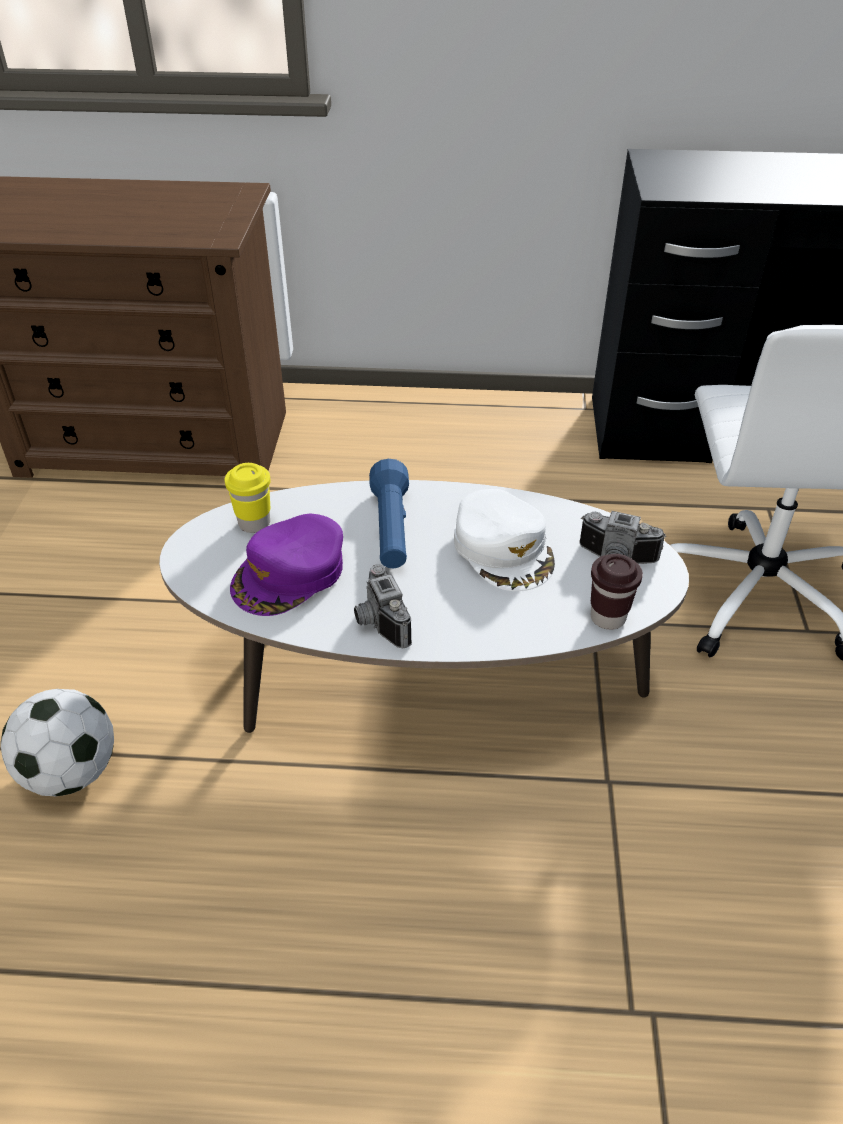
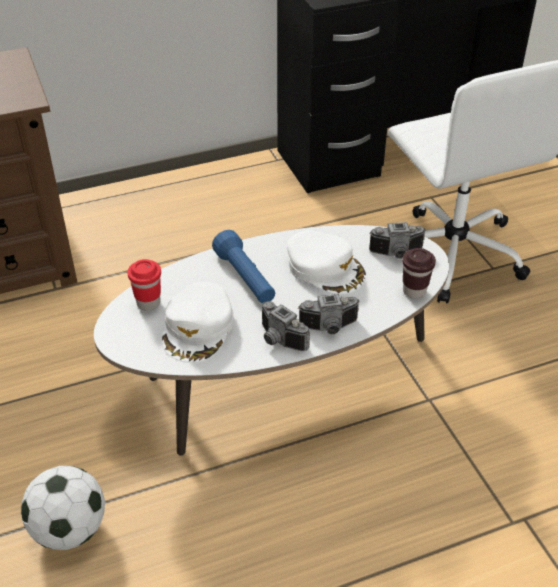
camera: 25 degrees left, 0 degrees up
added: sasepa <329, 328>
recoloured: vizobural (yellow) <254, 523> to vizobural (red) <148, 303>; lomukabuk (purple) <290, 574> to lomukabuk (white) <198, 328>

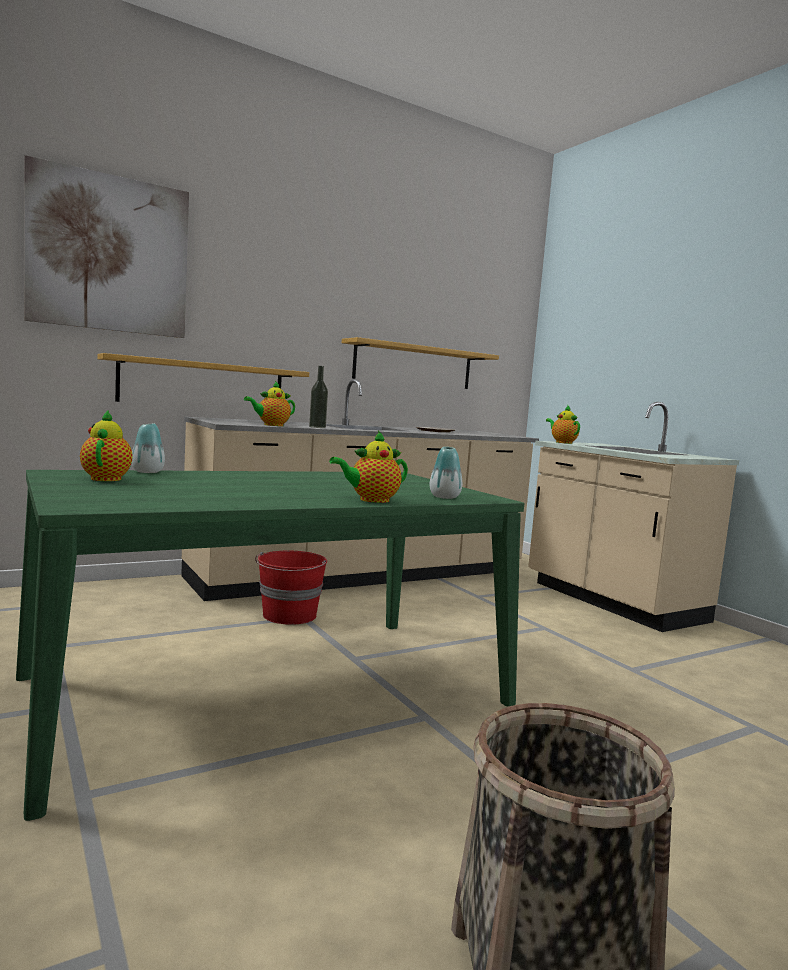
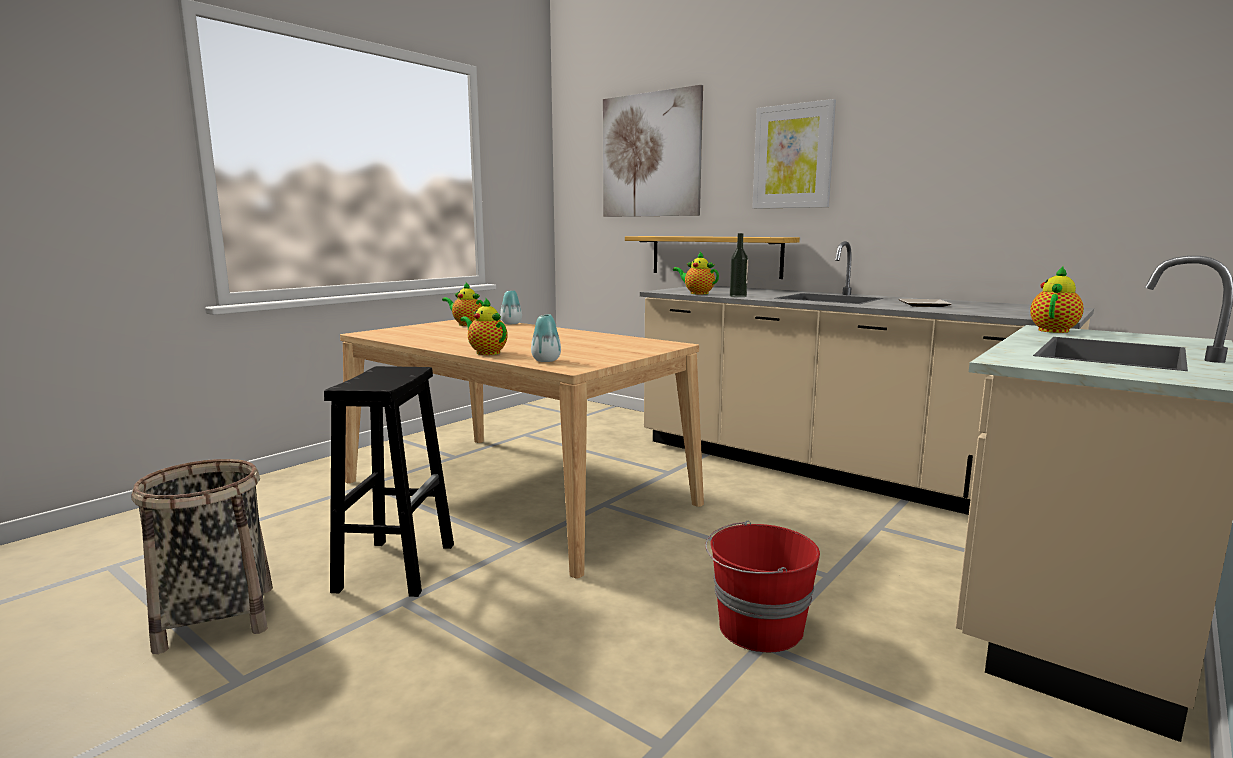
camera: 70 degrees right, 5 degrees up
removed: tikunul <414, 366>
added: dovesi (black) <396, 566>; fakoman <793, 156>
moved: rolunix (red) <289, 615> to <758, 628>
recoloured: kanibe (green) <270, 690> to kanibe (beige) <516, 492>
turned: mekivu <107, 478> = <466, 324> 120 degrees counterclockwise

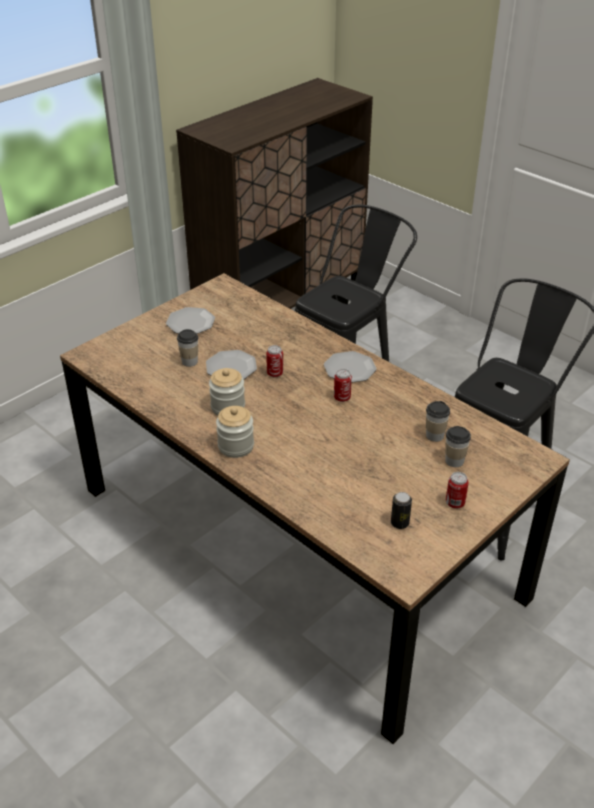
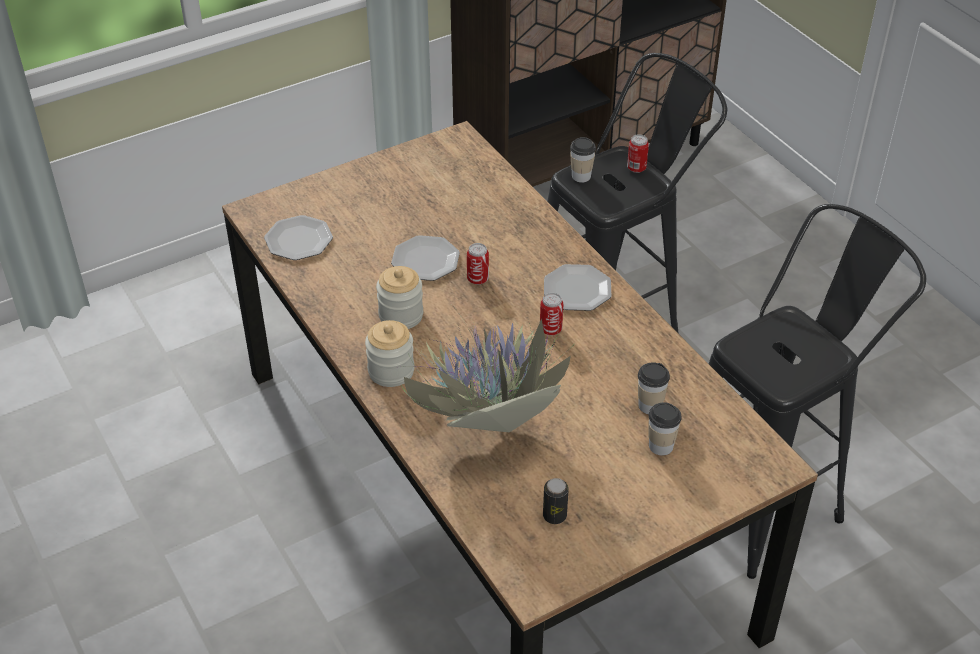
camera: 15 degrees right, 5 degrees up
added: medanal <488, 432>
moved: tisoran <191, 323> to <299, 240>; vizobural <189, 361> to <581, 176>; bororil <455, 503> to <636, 168>

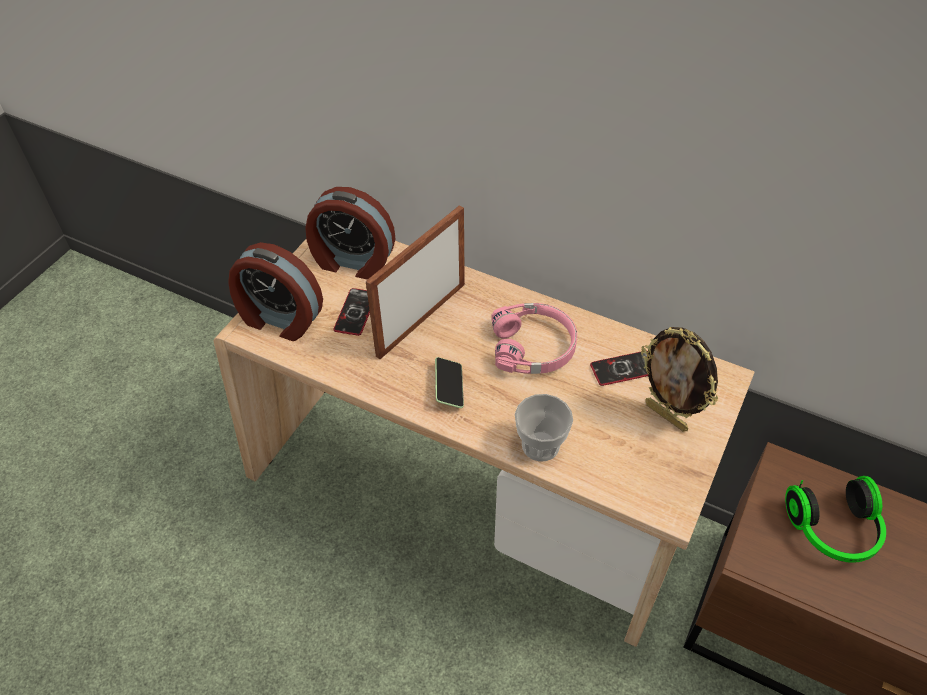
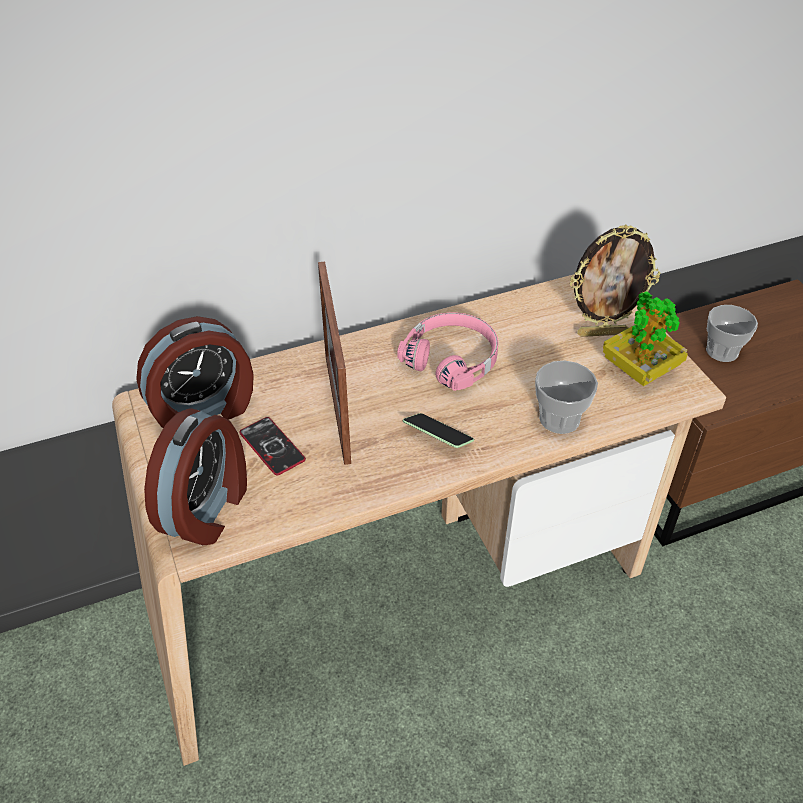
camera: 50 degrees left, 5 degrees down
removed: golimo <624, 369>
added: medanal <639, 370>
replaced: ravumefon <834, 531> to vizobural <722, 351>
turned: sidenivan <280, 319> = <208, 508> 45 degrees counterclockwise

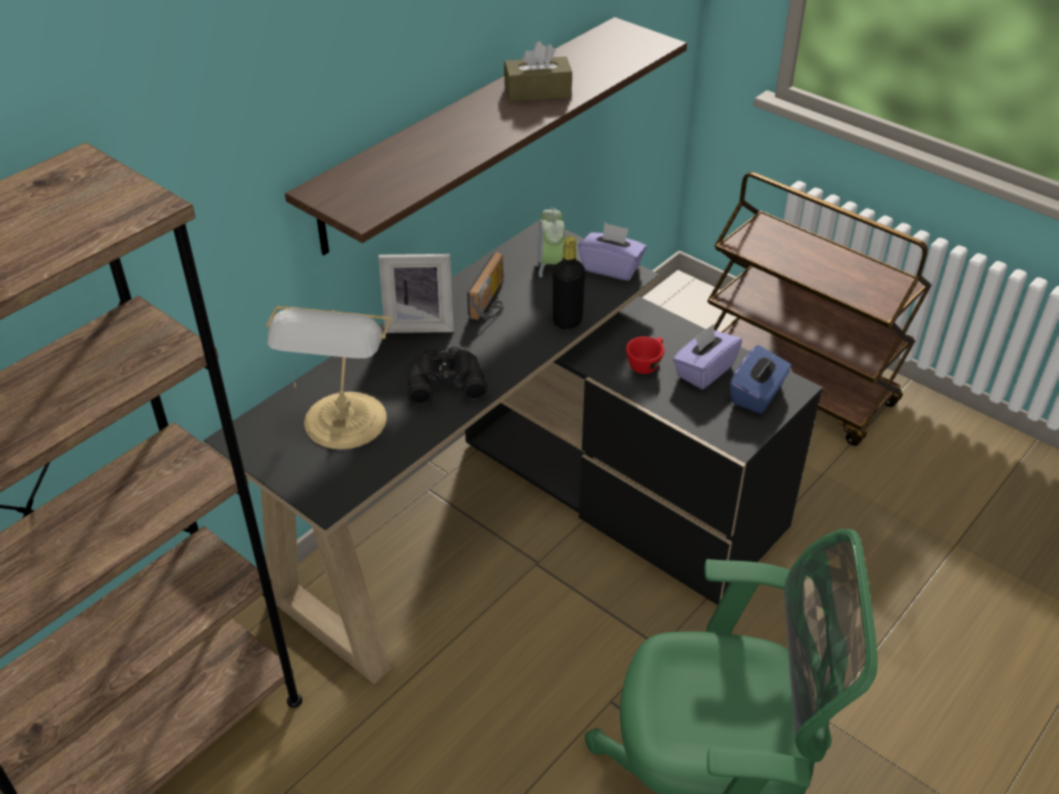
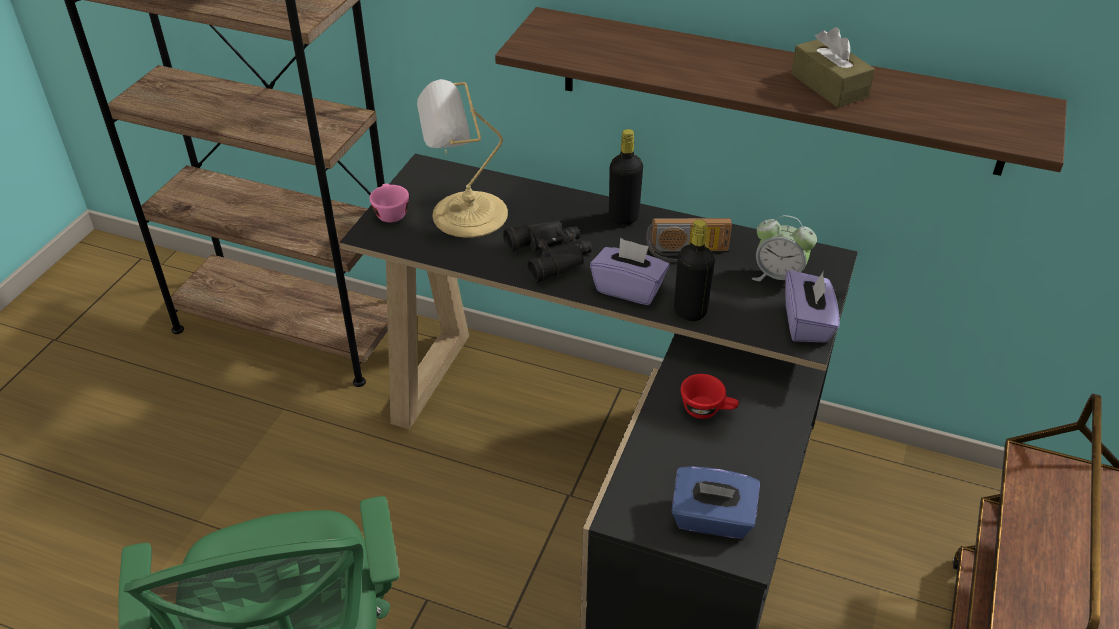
camera: 70 degrees right, 0 degrees up
added: vizobural (pink) <390, 212>
moved: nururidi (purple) <704, 371> to <629, 288>
replaced: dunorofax <420, 323> to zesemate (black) <623, 218>
turned: sidenivan <550, 264> = <778, 276> 135 degrees counterclockwise

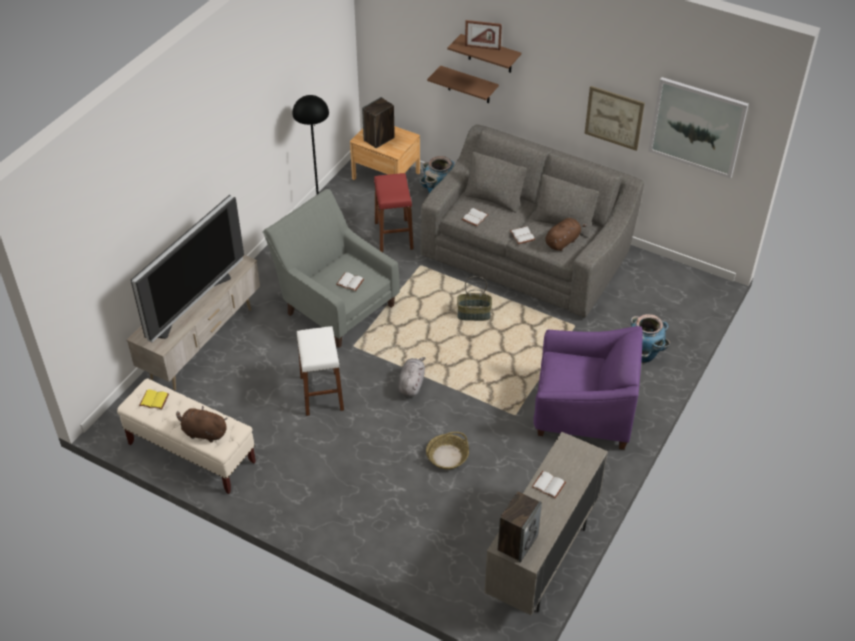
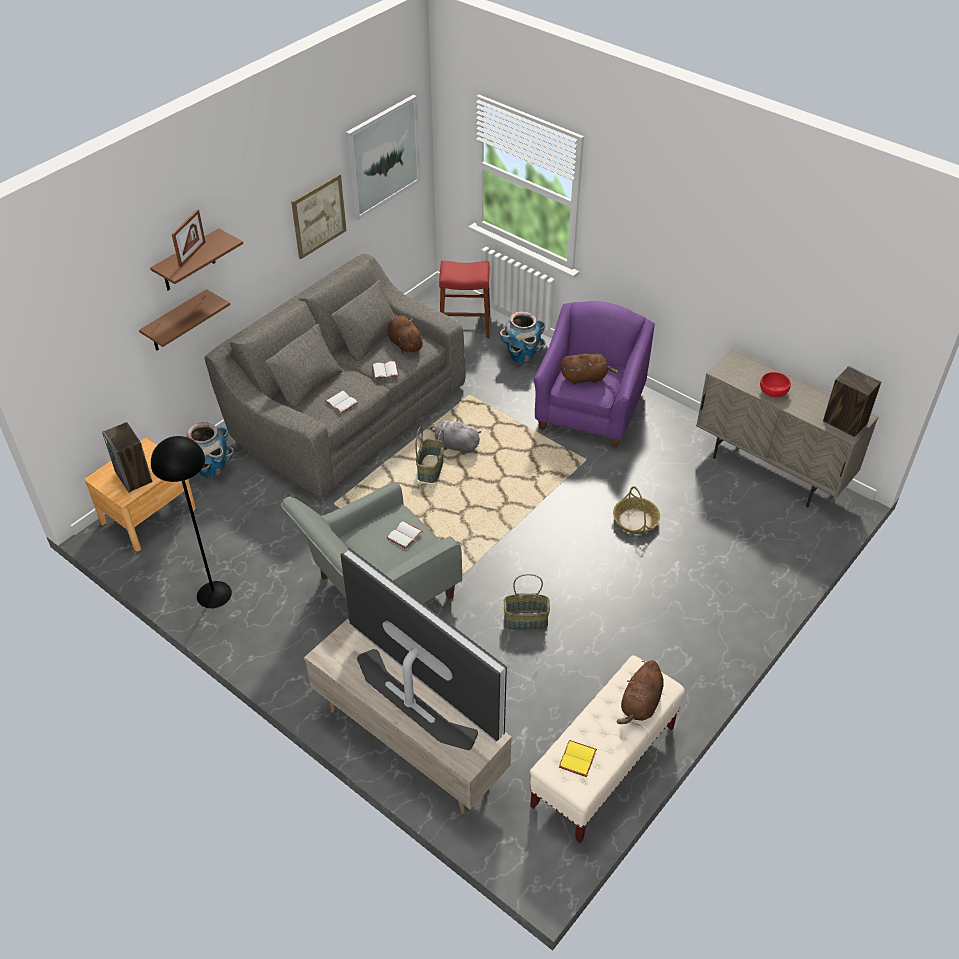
camera: 80 degrees left, 0 degrees up
added: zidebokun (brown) <585, 378>
moved: zidebokun (grey) <411, 384> to <455, 445>; dovesi (red) <393, 235> to <465, 326>
replaced: dovesi (white) <321, 393> to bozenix <525, 621>; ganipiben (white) <549, 484> to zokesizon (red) <773, 391>

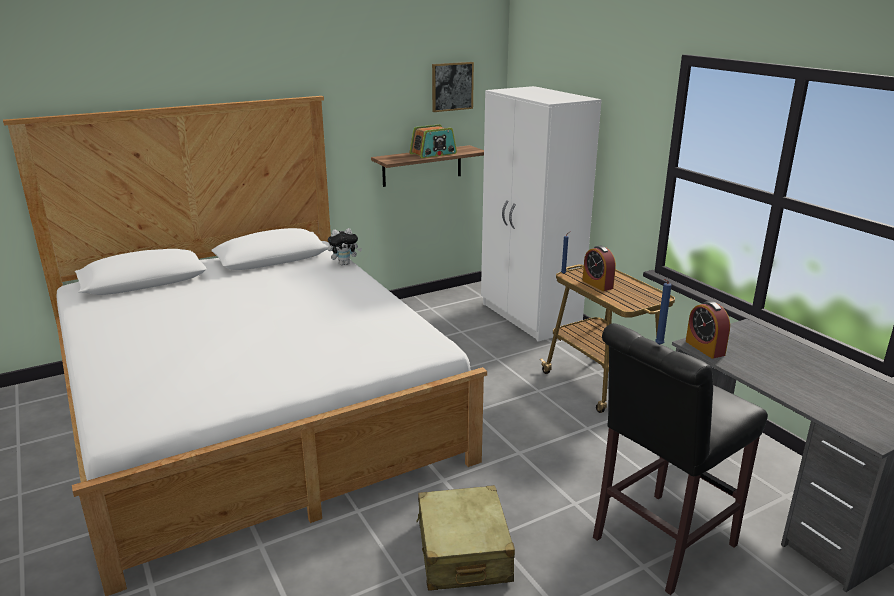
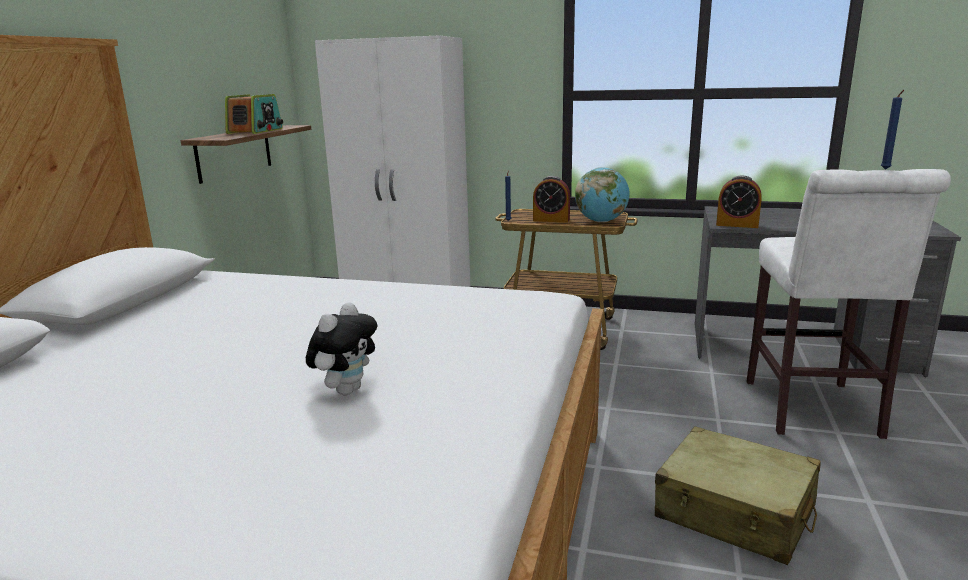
camera: 45 degrees left, 5 degrees down
removed: fakoman <452, 86>
added: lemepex <601, 221>
moved: zidebokun <344, 264> to <346, 390>
recoloured: dovesi (black) <658, 544> to dovesi (white) <813, 412>

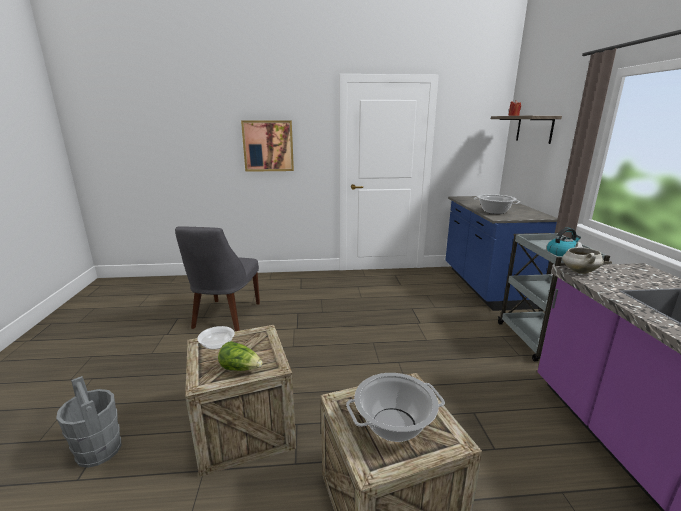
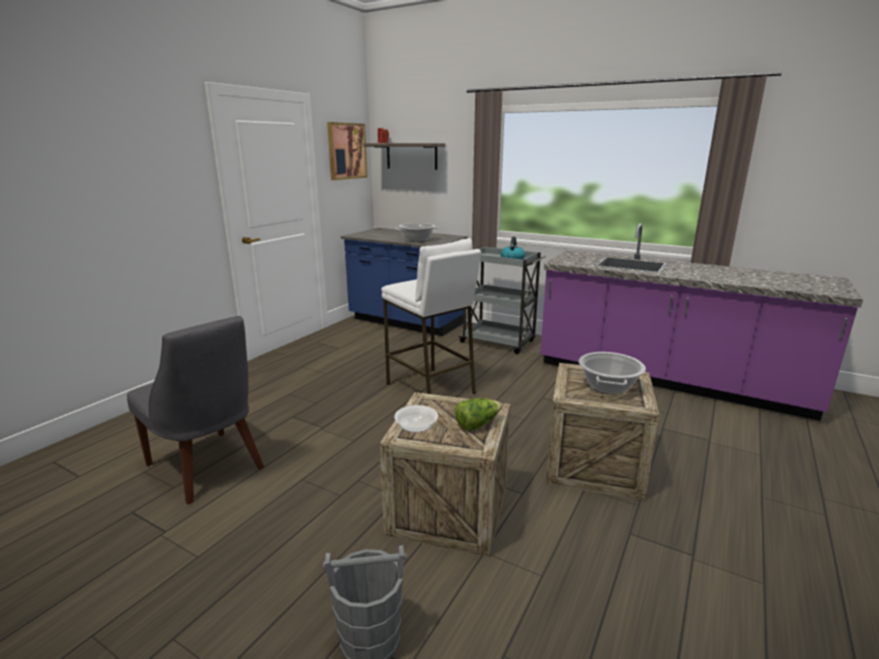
camera: 55 degrees left, 0 degrees up
removed: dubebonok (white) <578, 271>
added: dovesi (white) <430, 389>
moved: fakoman <268, 146> to <346, 151>

